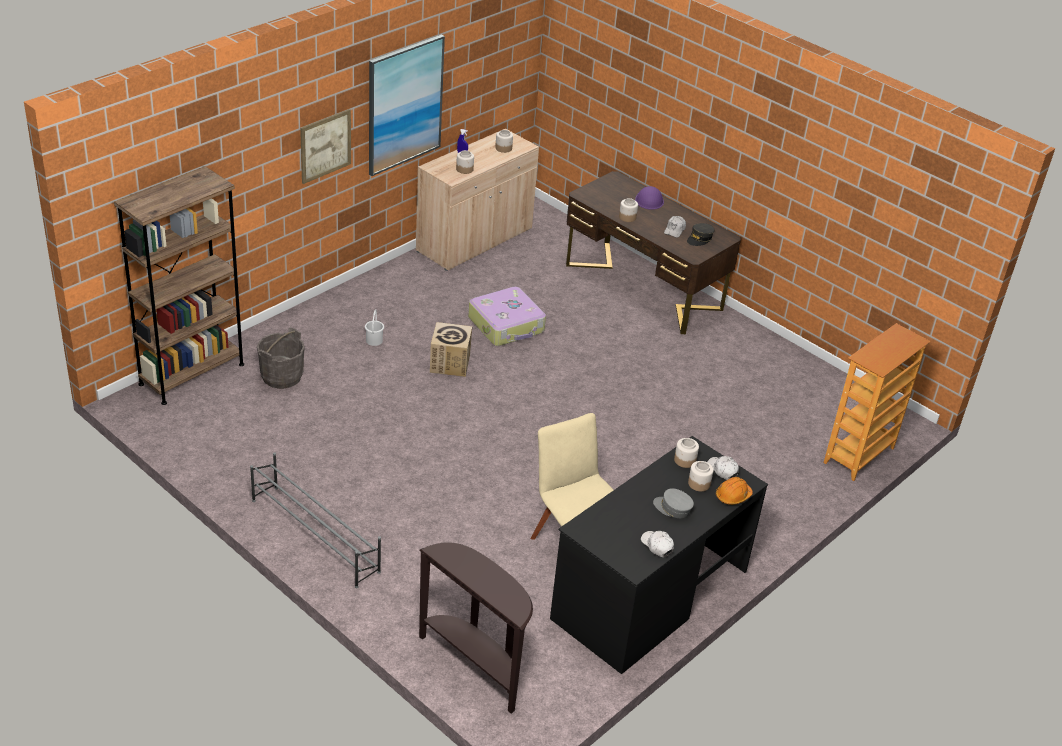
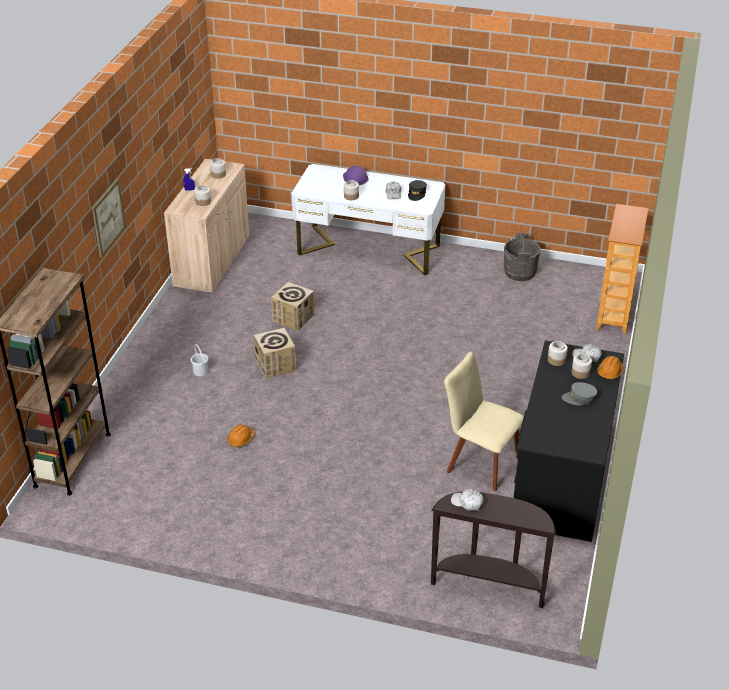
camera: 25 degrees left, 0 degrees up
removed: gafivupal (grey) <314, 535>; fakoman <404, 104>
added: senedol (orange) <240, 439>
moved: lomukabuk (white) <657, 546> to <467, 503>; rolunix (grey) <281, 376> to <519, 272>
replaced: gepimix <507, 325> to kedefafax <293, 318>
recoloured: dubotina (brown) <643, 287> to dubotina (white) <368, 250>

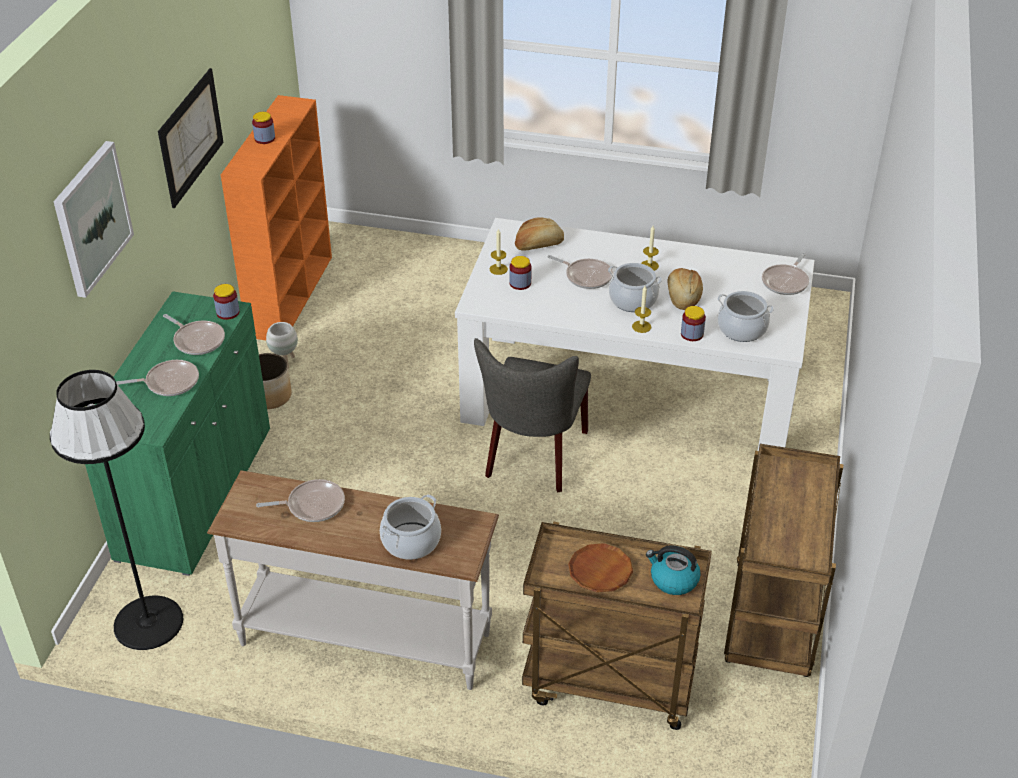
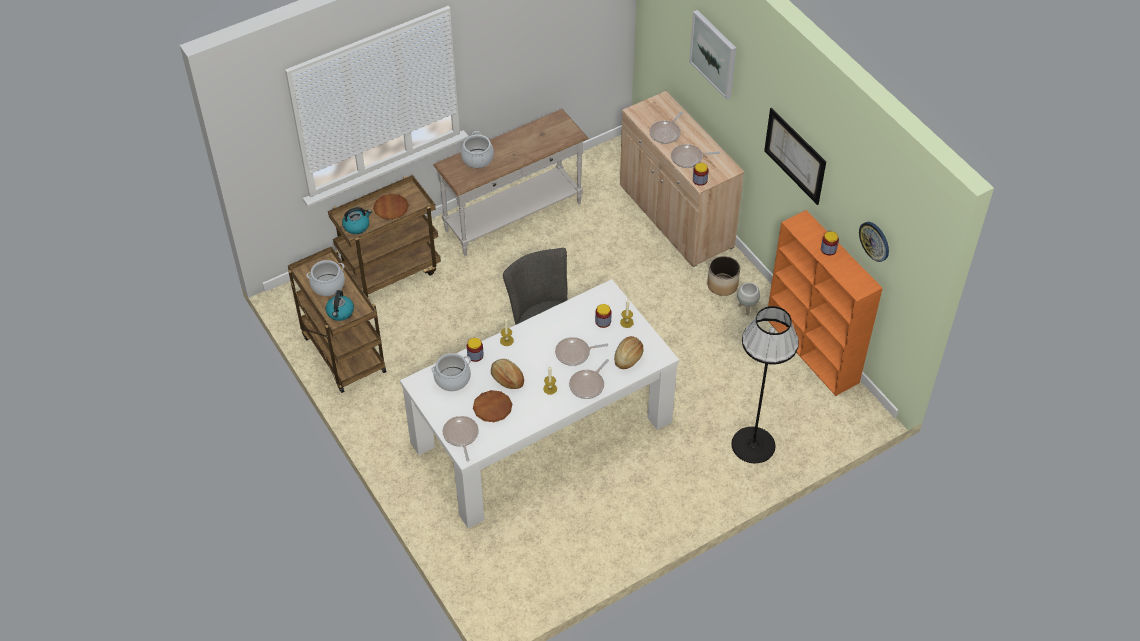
camera: 135 degrees right, 10 degrees up
added: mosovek <340, 312>; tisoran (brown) <492, 408>; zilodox <875, 241>
moved: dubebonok <633, 300> to <328, 285>; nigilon <312, 505> to <588, 385>; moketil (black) <148, 622> to <753, 445>
recoloured: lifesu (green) <196, 493> to lifesu (beige) <676, 216>

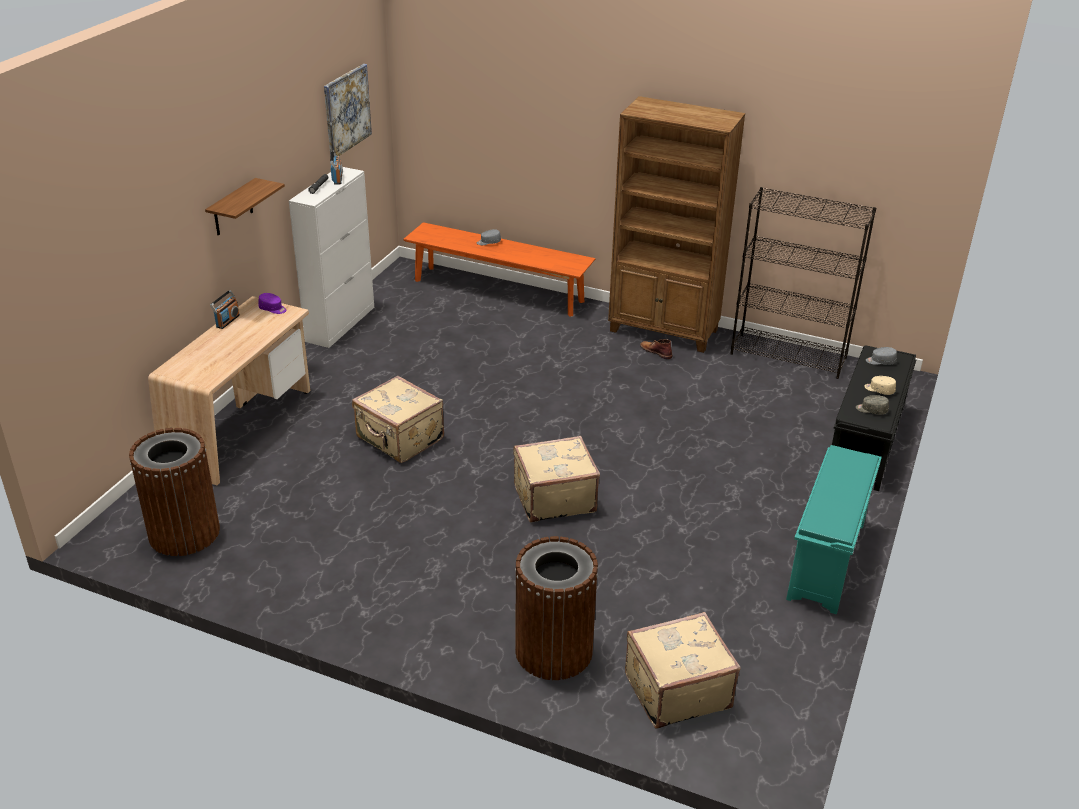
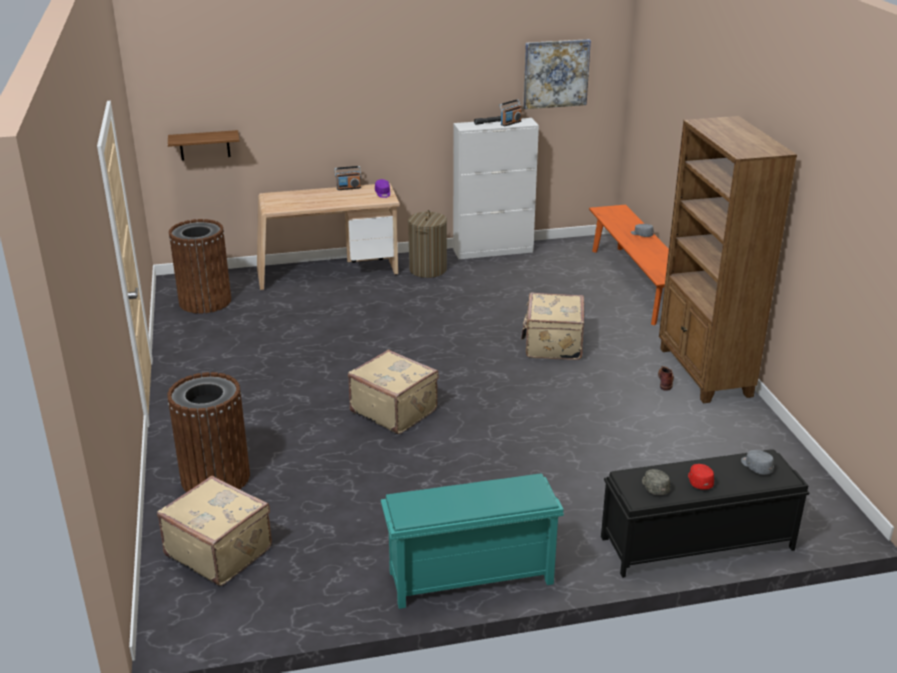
camera: 55 degrees right, 5 degrees down
removed: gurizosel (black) <789, 356>
added: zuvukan <428, 269>
moved: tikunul <232, 208> to <204, 145>; gepimix (beige) <399, 439> to <552, 345>
recoloured: lomukabuk (beige) <879, 390> to lomukabuk (red) <699, 481>

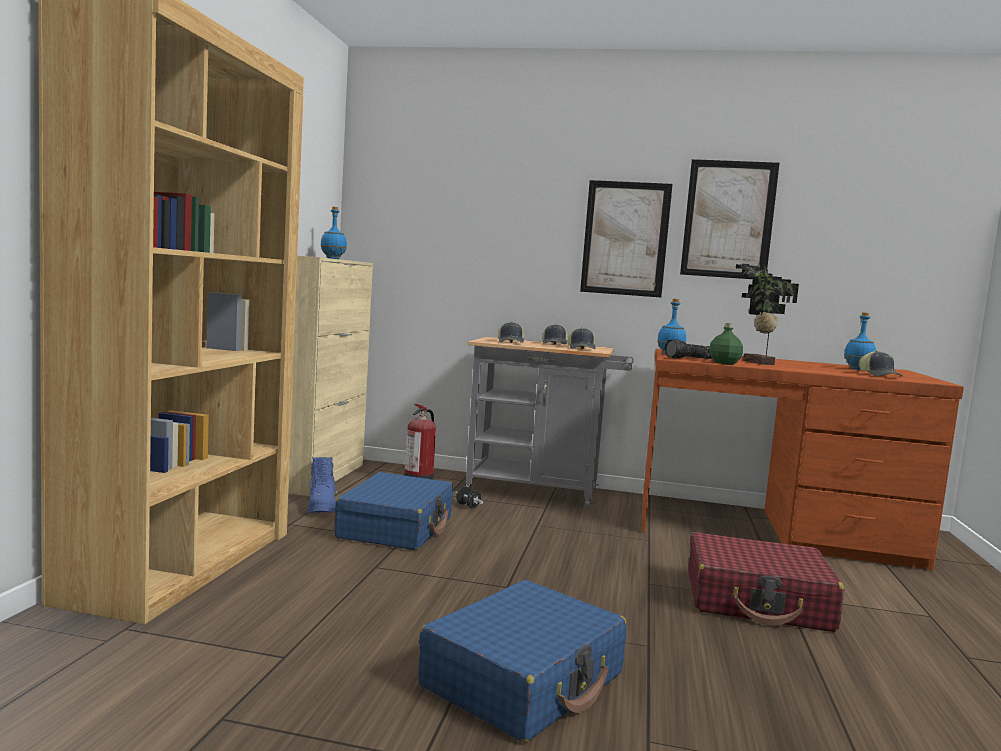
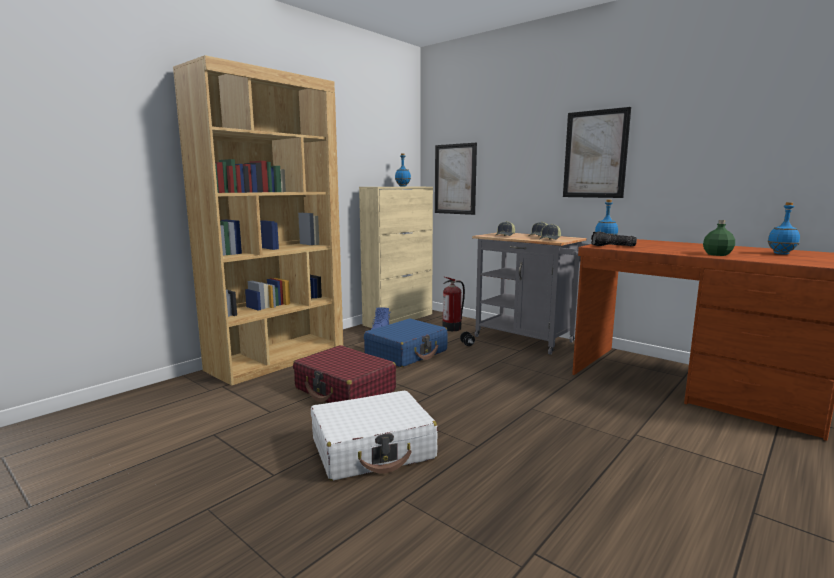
camera: 30 degrees right, 5 degrees up
removed: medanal <757, 363>; lomukabuk <879, 375>
moved: gepimix (red) <757, 602> to <345, 390>; fakoman <728, 219> to <455, 179>; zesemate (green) <724, 363> to <717, 254>
recoloured: gepimix (blue) <524, 680> to gepimix (white) <373, 449>

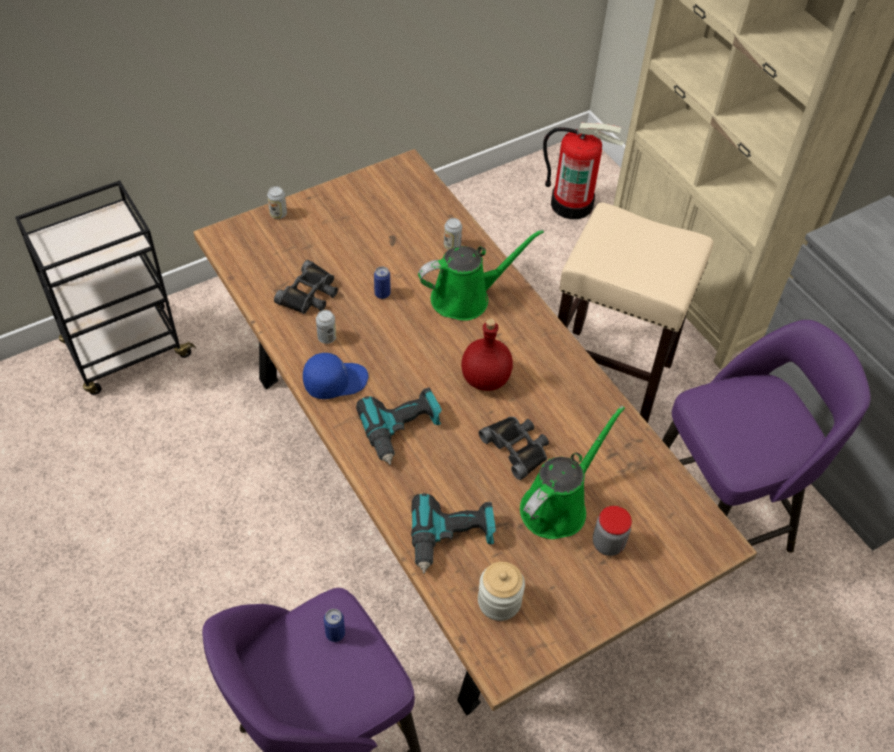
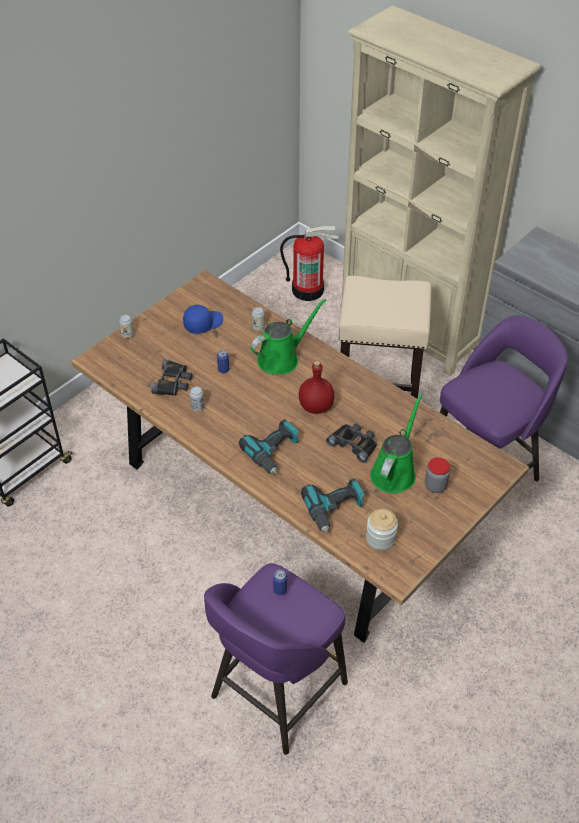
camera: 15 degrees left, 5 degrees down
moved: lomukabuk (blue) <335, 381> to <203, 323>

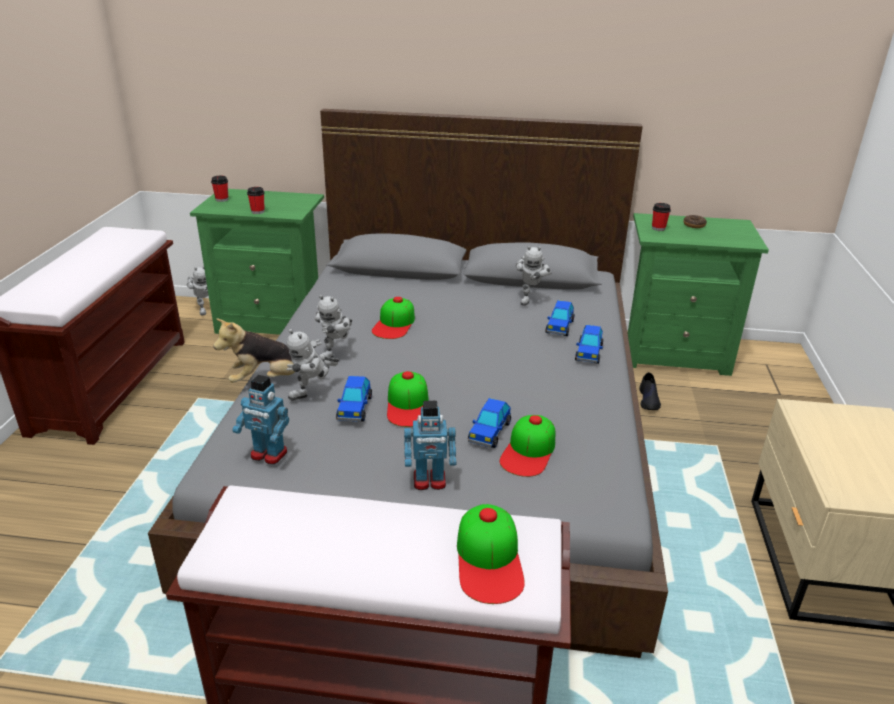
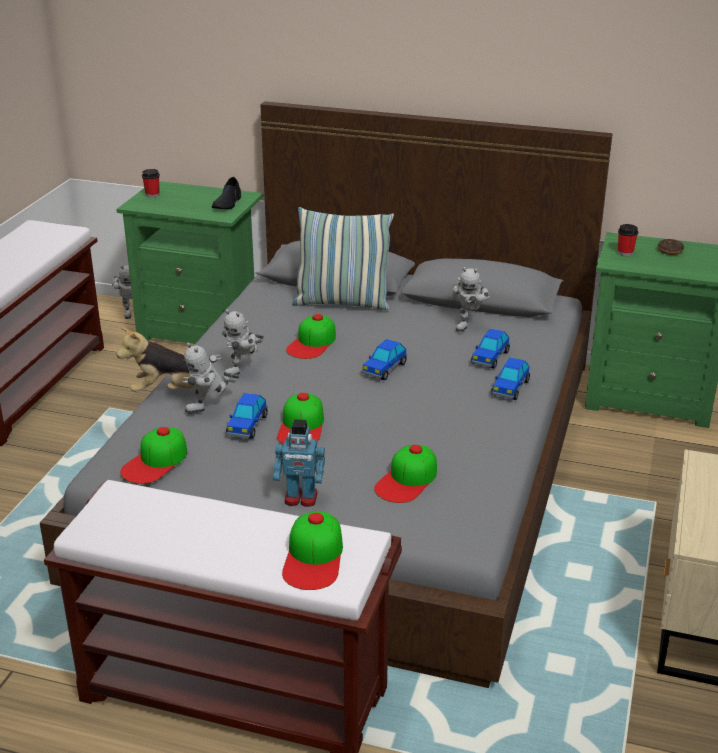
camera: 10 degrees right, 0 degrees up
removed: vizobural <258, 211>
added: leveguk <342, 303>
moved: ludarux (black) <648, 400> to <227, 203>; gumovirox <489, 432> to <384, 369>
replaced: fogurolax <268, 454> to lomukabuk <155, 462>

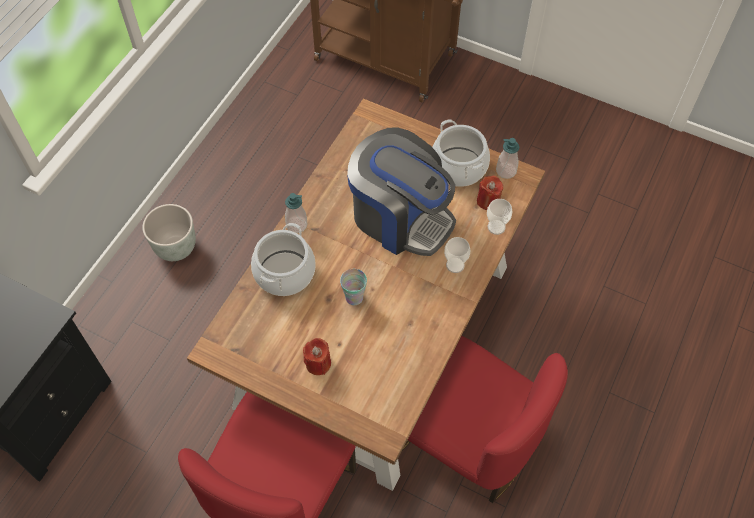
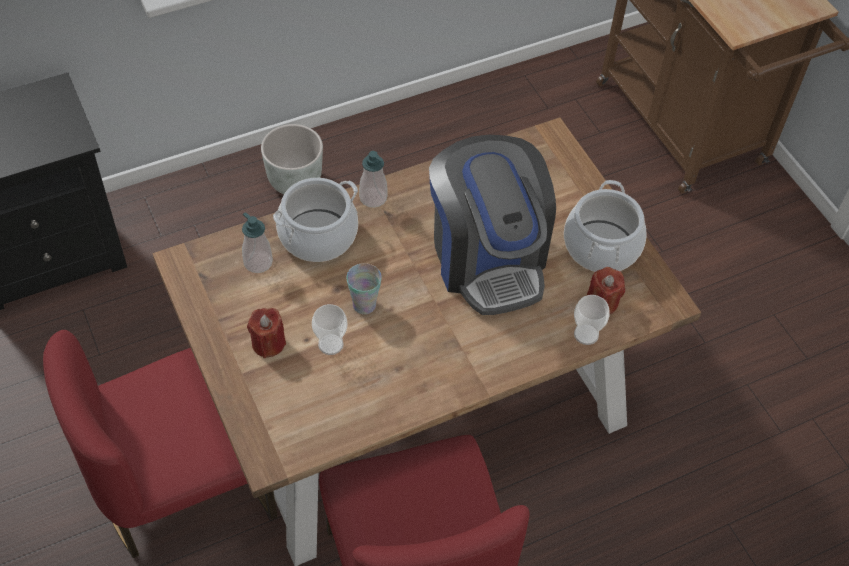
camera: 35 degrees right, 5 degrees down
moved: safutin <506, 171> to <258, 262>; vizobural <455, 265> to <330, 344>

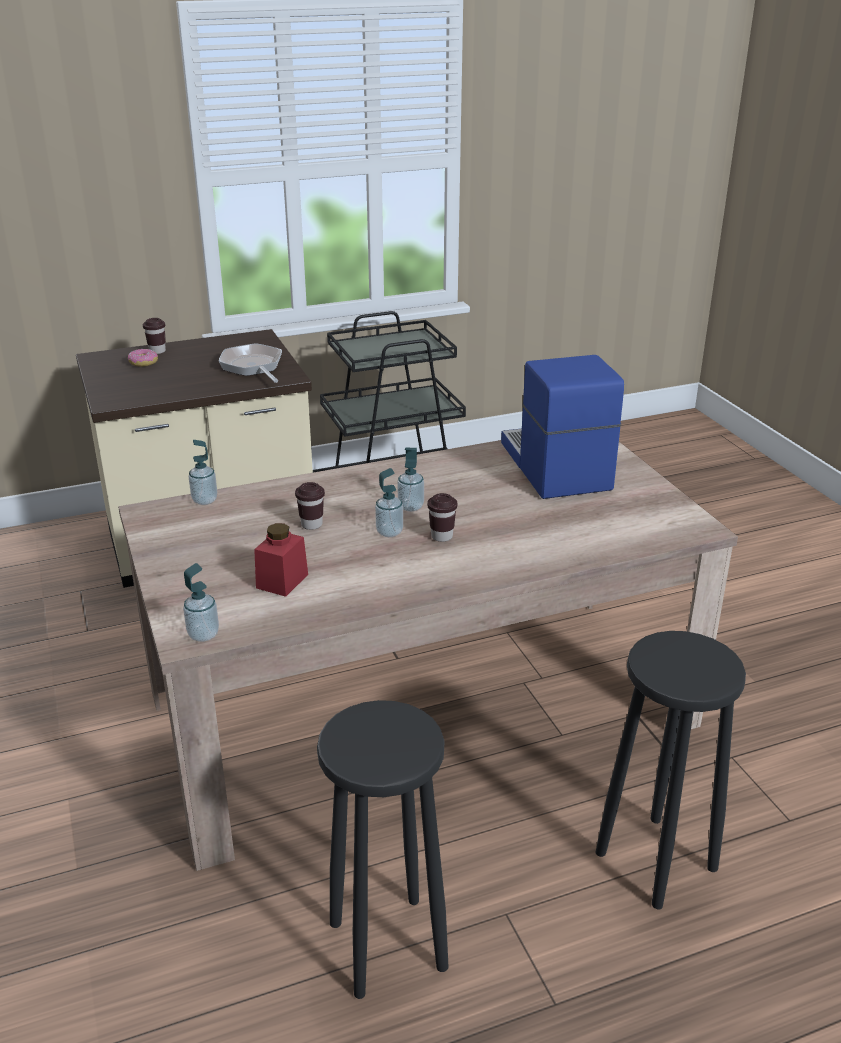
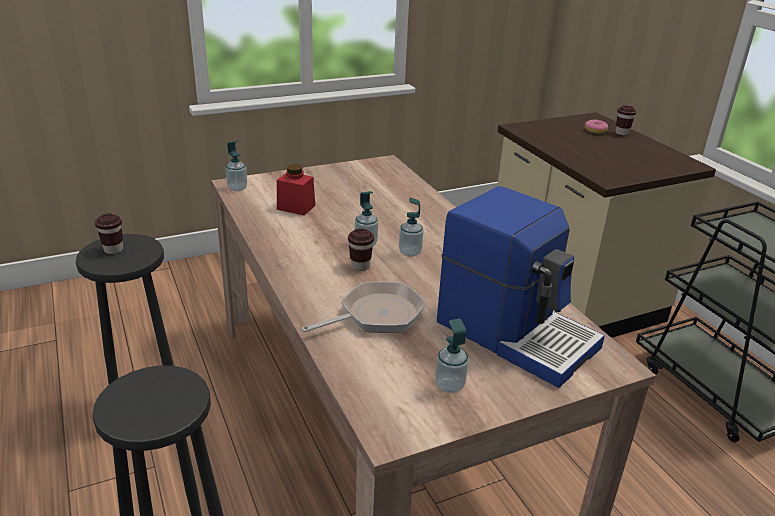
camera: 85 degrees right, 0 degrees up
moved: vizobural (brown) <311, 524> to <113, 250>; nigilon <253, 367> to <376, 315>; safutin <205, 500> to <449, 386>
turned: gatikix <553, 466> = <516, 333> 60 degrees clockwise

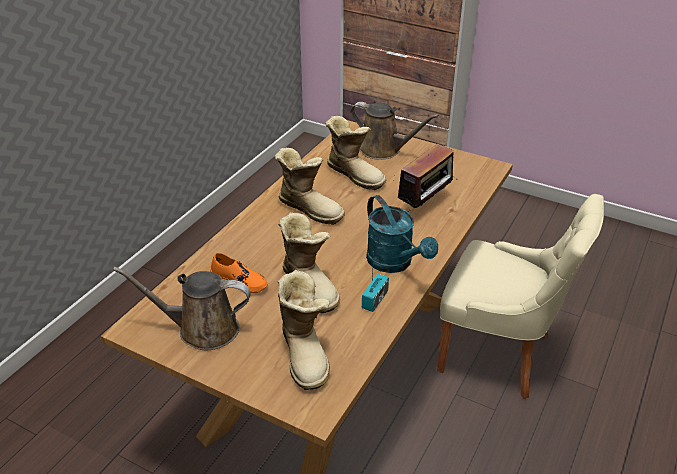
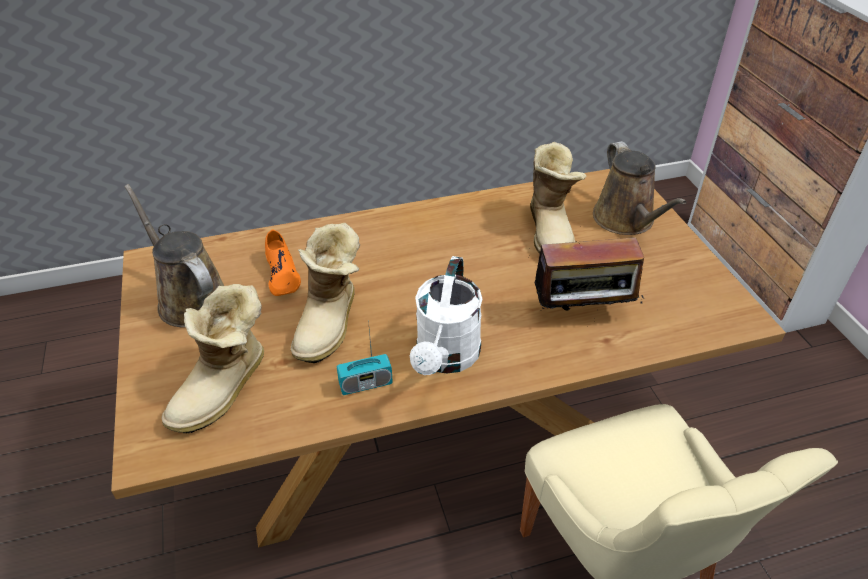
camera: 45 degrees right, 5 degrees up
removed: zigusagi <310, 208>
recoloured: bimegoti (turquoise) <395, 263> to bimegoti (white) <446, 358>

